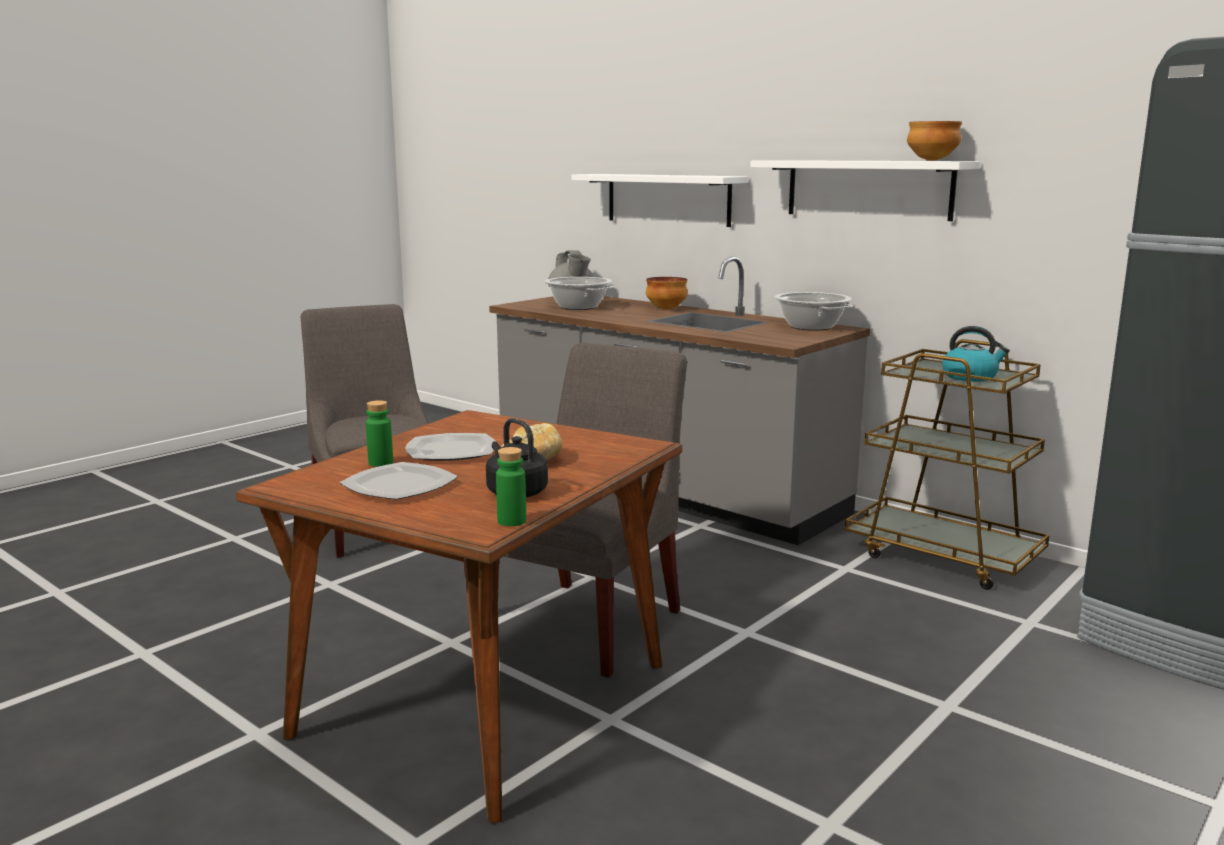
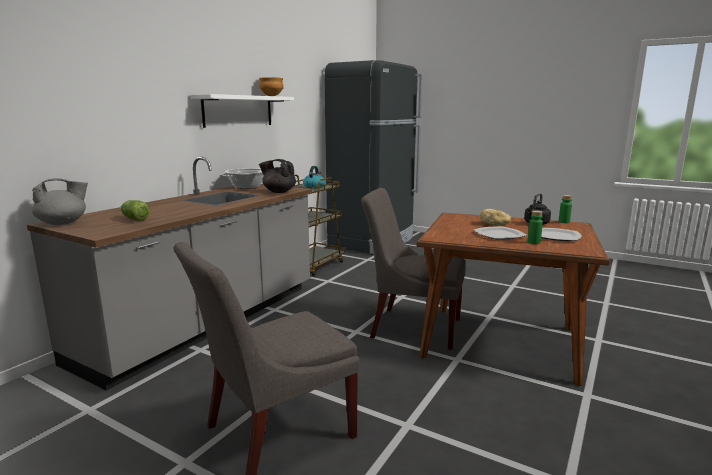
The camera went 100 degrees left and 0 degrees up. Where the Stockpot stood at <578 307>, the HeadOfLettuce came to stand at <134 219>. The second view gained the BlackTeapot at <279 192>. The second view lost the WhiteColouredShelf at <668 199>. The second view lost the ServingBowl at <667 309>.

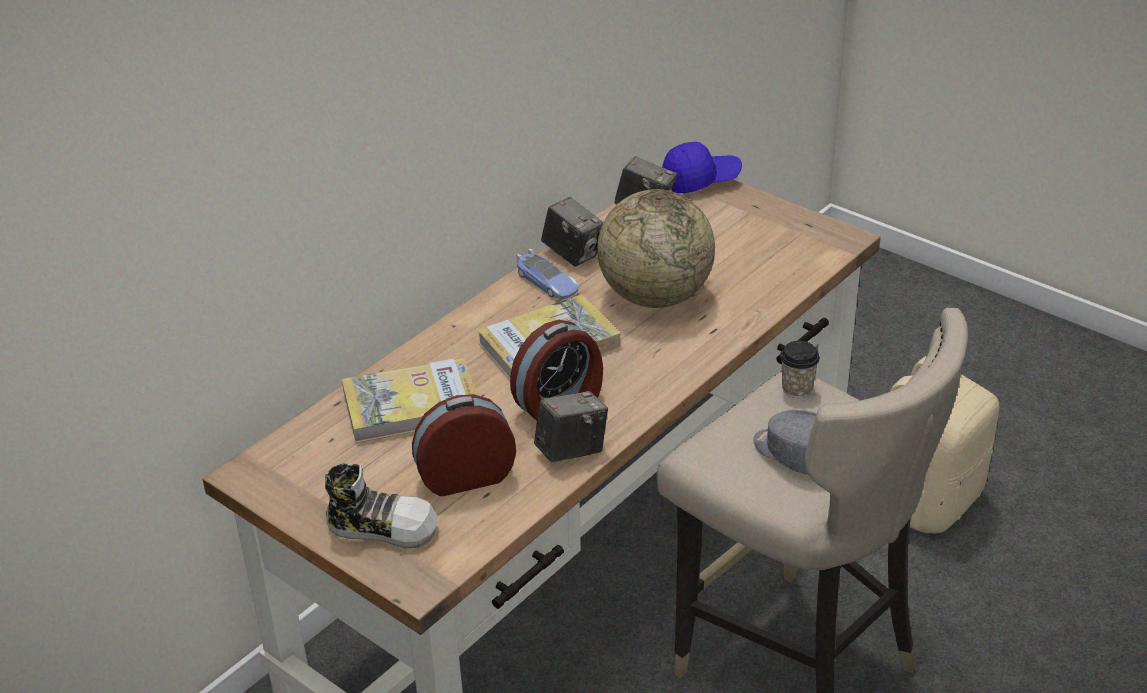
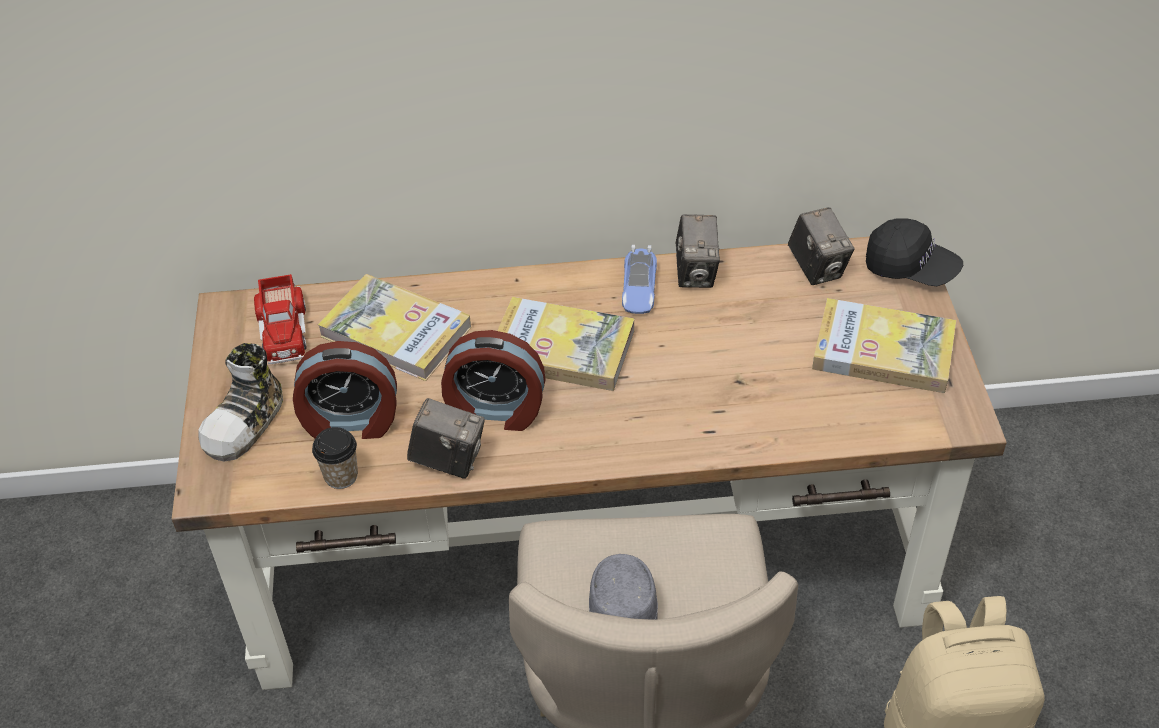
The camera went 45 degrees right and 10 degrees up. The Shoe at <382 527> ended up facing another way, 60 degrees clockwise from before. The second view gained the ToyLorry at <283 329>. The TableClock at <465 475> ended up facing another way, 150 degrees clockwise from before. The Cup ended up elsewhere, having gone from <797 389> to <341 476>. The second view gained the BoundBook at <883 350>. What was the BlueBaseballCap at <700 180> turned into the BlackBaseballCap at <910 268>. The second view lost the DeskGlobe at <655 296>.

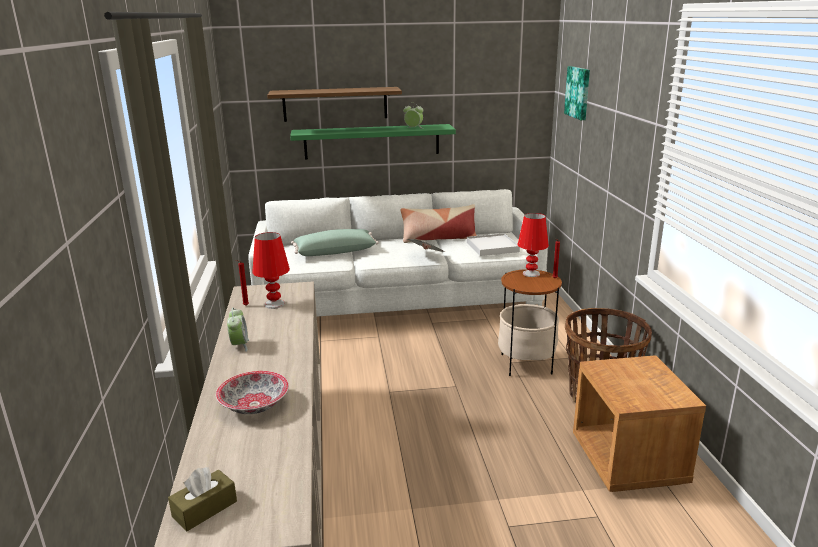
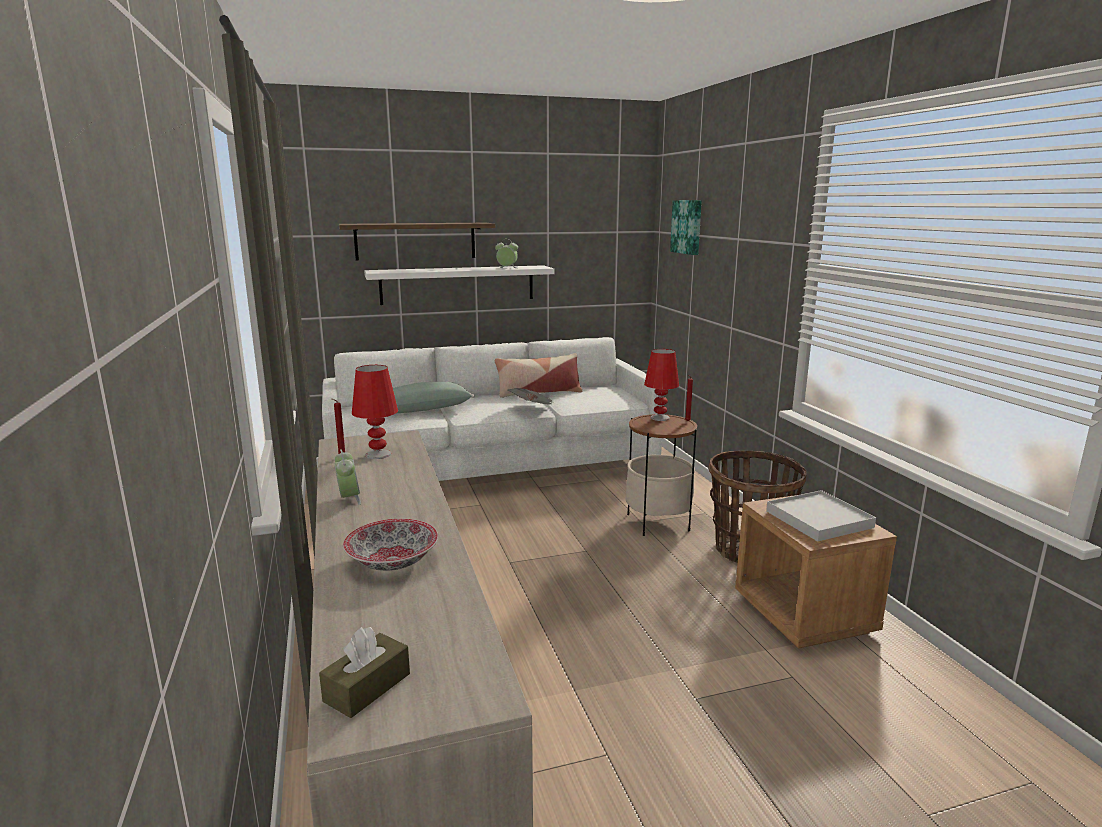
The camera went 10 degrees left and 5 degrees down. What was the GreenColouredShelf at <372 141> turned into the WhiteColouredShelf at <458 284>. The WhiteColouredCarryingTray ended up elsewhere, having gone from <492 247> to <818 519>.

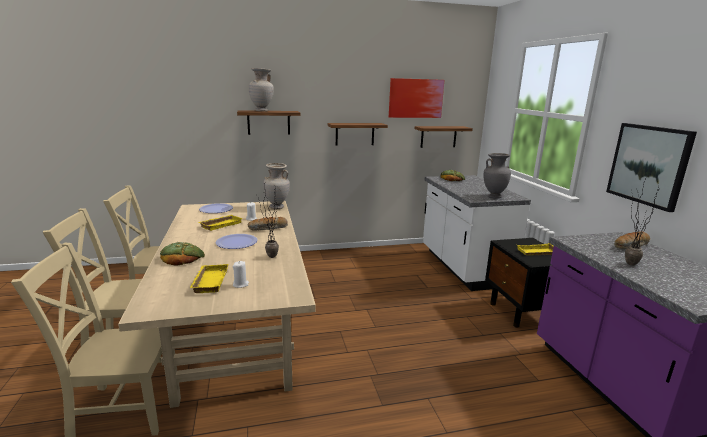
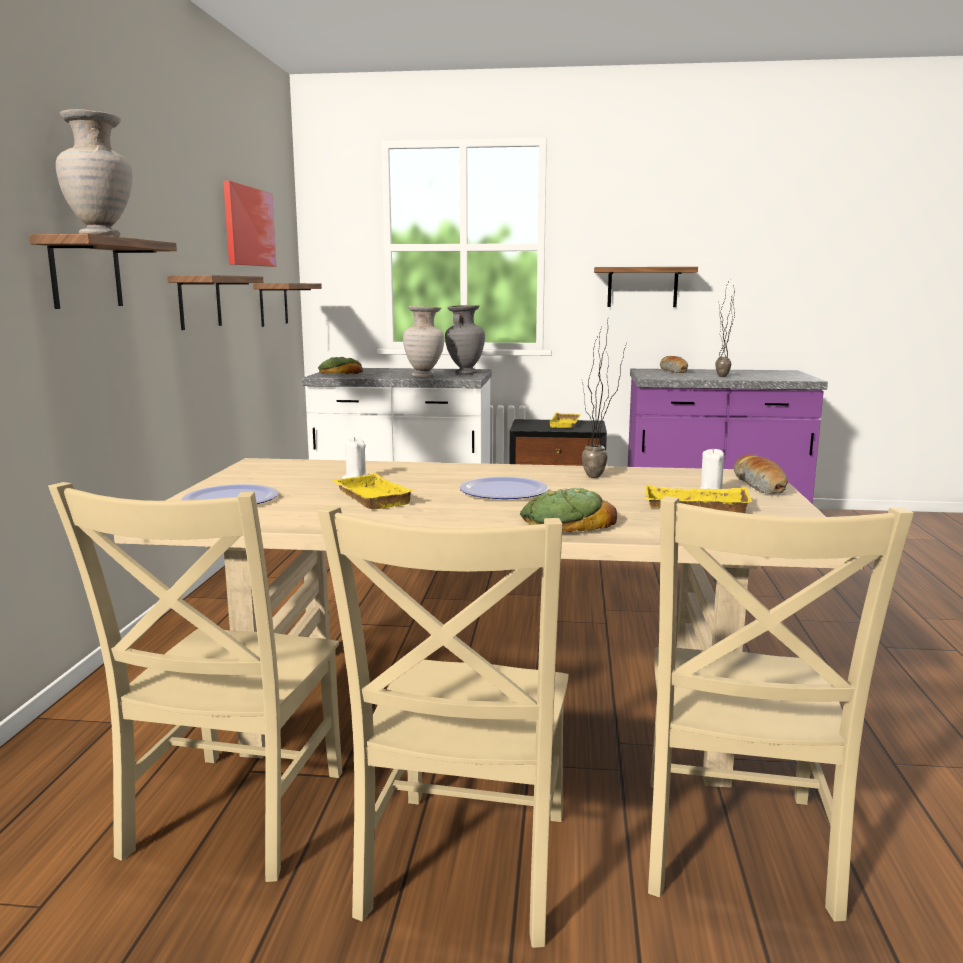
The camera went 70 degrees left and 5 degrees down. The BeigeVase ended up elsewhere, having gone from <276 207> to <424 376>. Where the WallPicture hung at <648 165>, the Shelf came to hang at <642 287>. The Bread ended up elsewhere, having gone from <268 228> to <760 486>.

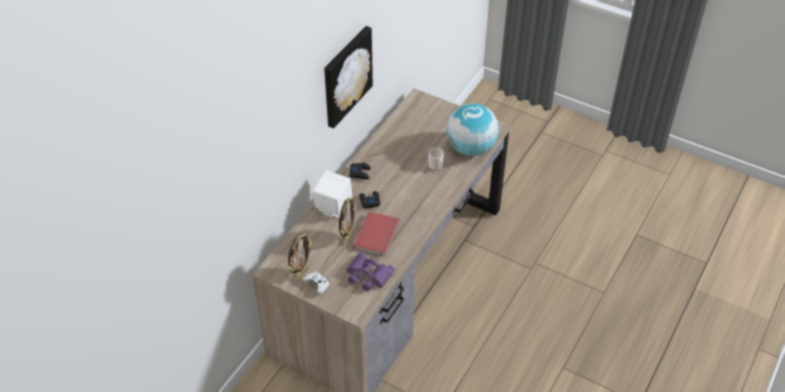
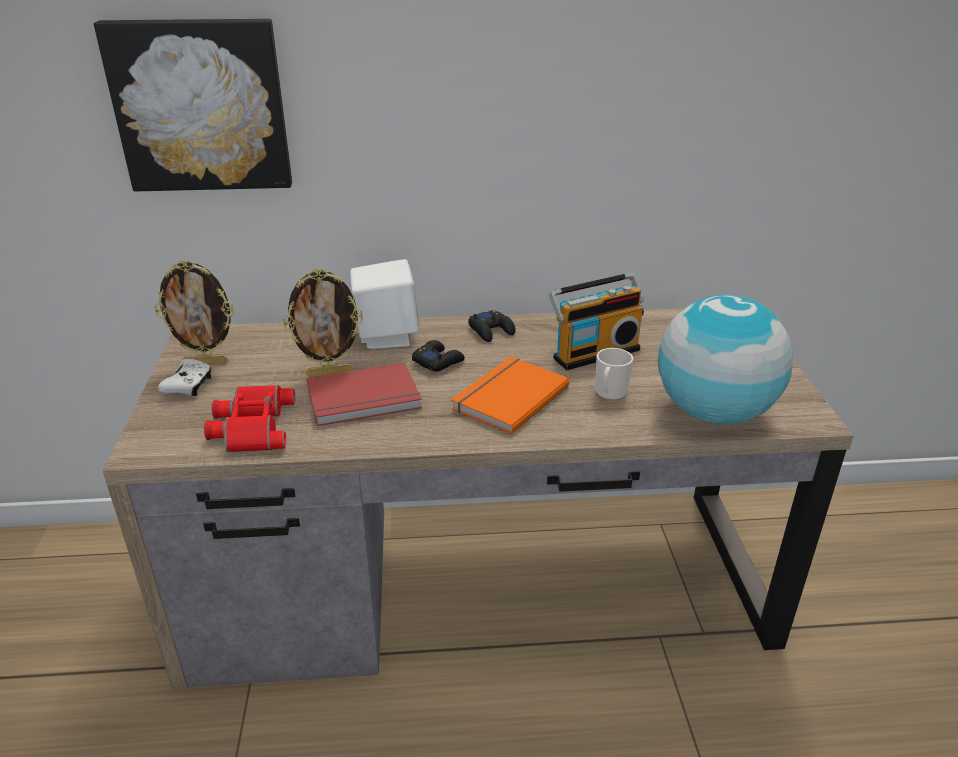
The camera went 55 degrees right and 15 degrees down. The WallPicture ended up elsewhere, having gone from <346 76> to <201 106>. What was the PurpleColouredBinoculars at <367 275> turned into the RedBinoculars at <251 426>. The second view gained the OrangeColouredBoundBook at <507 397>. The second view gained the RadioReceiver at <594 352>.

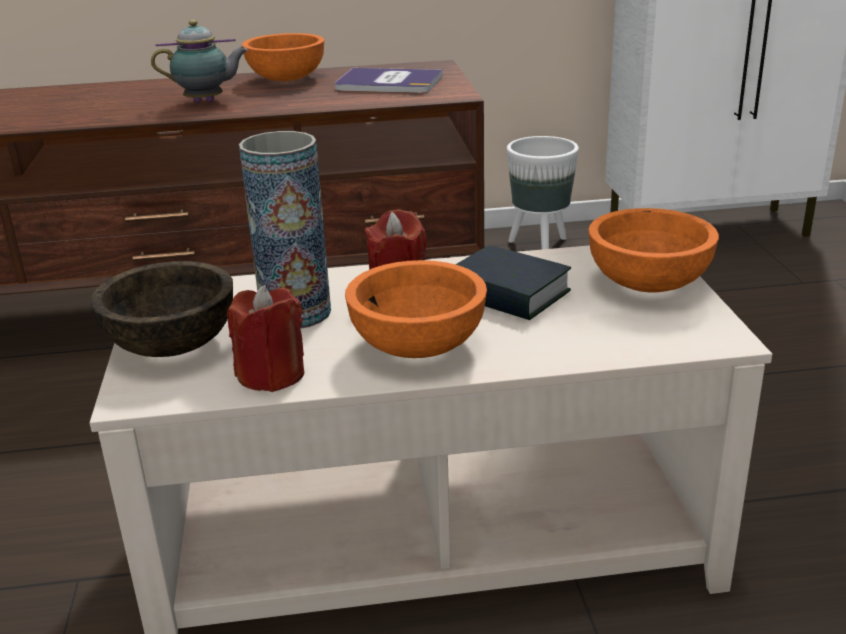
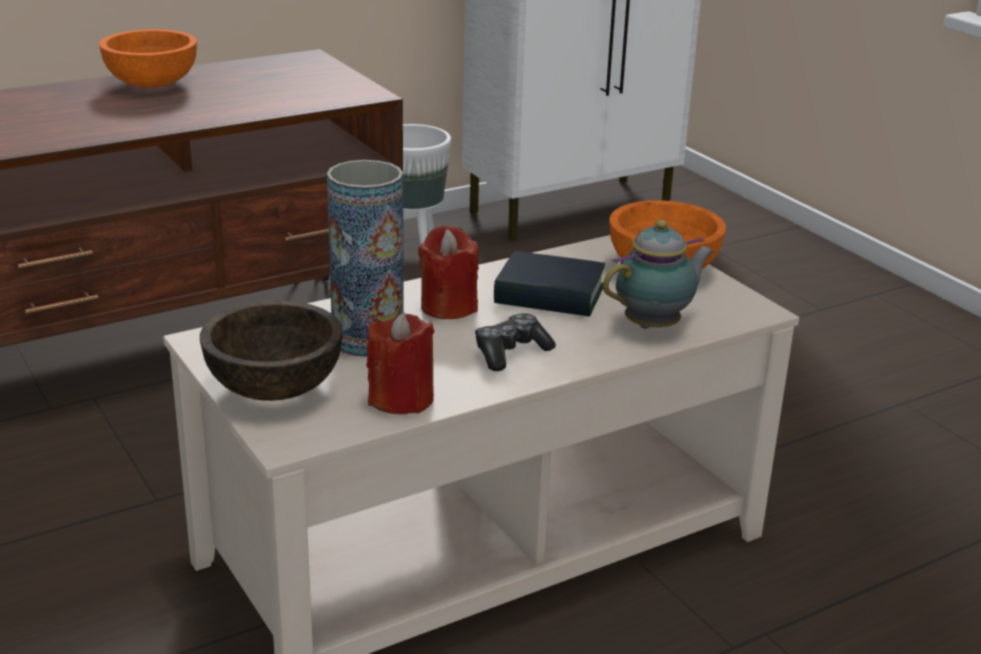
The camera went 25 degrees left and 0 degrees up. Where the OrangeColouredServingBowl stood at <417 345>, the Joypad came to stand at <510 352>. The Teapot ended up elsewhere, having gone from <207 102> to <655 325>. The second view lost the BoundBook at <388 83>.

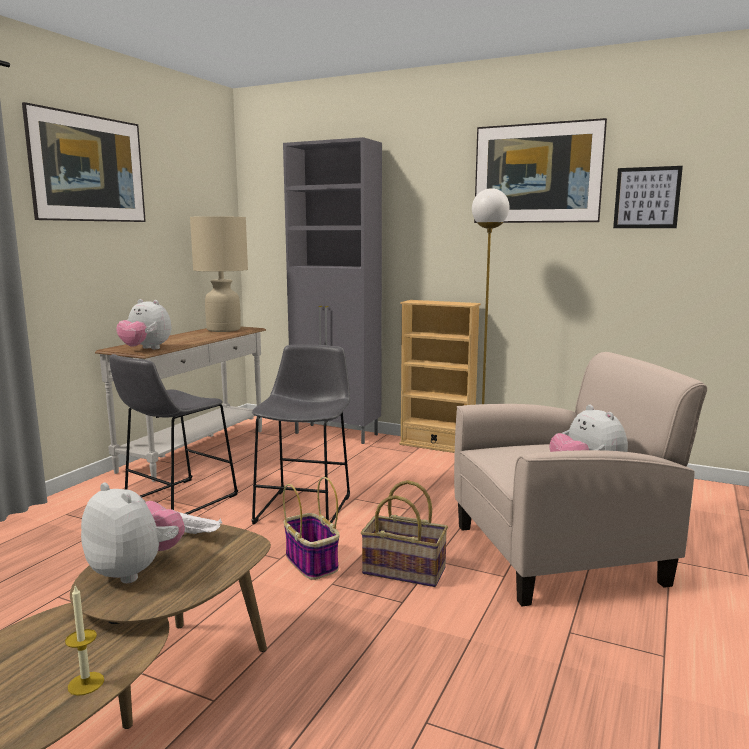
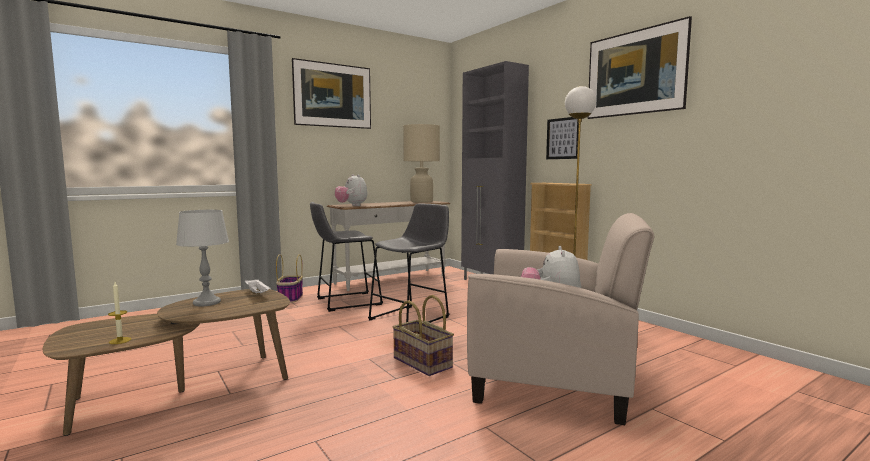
The camera went 30 degrees right and 5 degrees down. Where the PlushToy stood at <135 570>, the GrayTableLamp came to stand at <206 302>. The StorageBasket ended up elsewhere, having gone from <312 563> to <290 298>. The WallPicture ended up elsewhere, having gone from <647 198> to <563 138>.

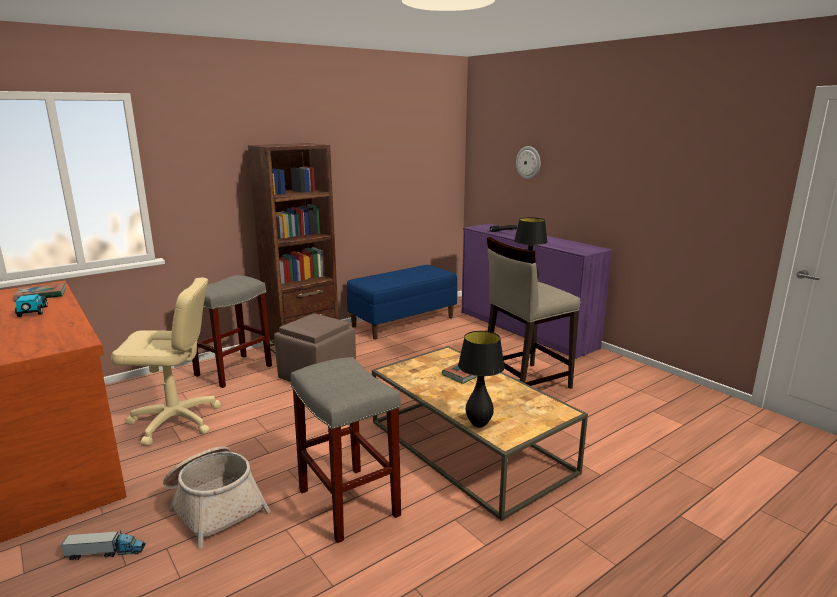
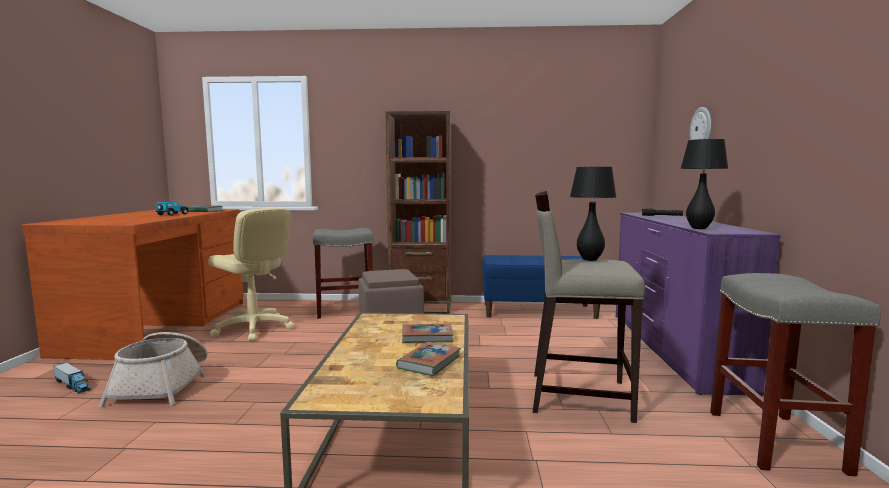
The camera went 40 degrees right and 10 degrees down. The second view gained the BoundBook at <429 362>. The BlackTableLamp ended up elsewhere, having gone from <478 424> to <698 228>. The GrayStoolSeat ended up elsewhere, having gone from <350 503> to <776 442>.

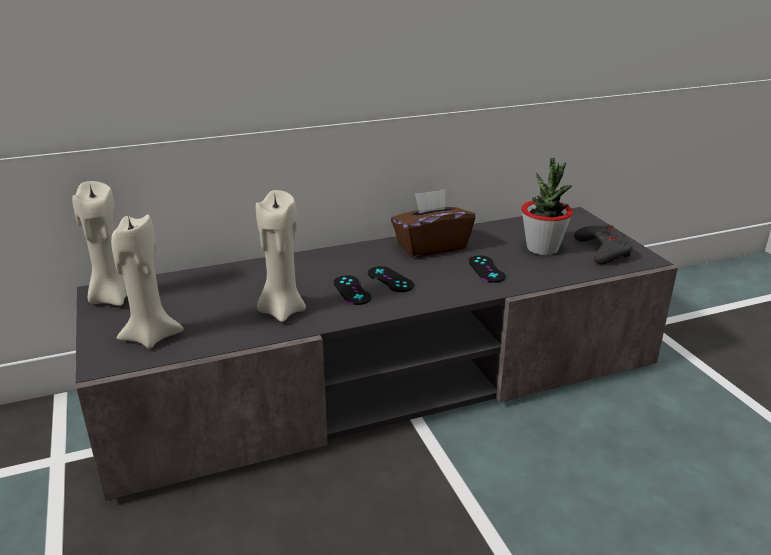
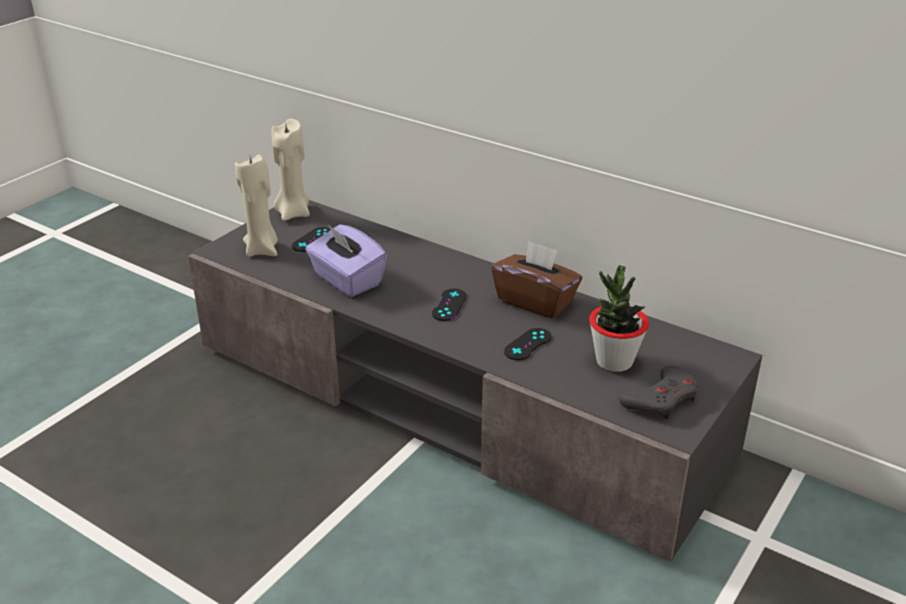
The camera went 55 degrees right and 5 degrees up. The BlackJoypad ended up elsewhere, having gone from <352 290> to <312 240>. Where the BeigeWaxCandle stood at <282 310>, the PurpleColouredBoxOfTissues came to stand at <346 280>.

